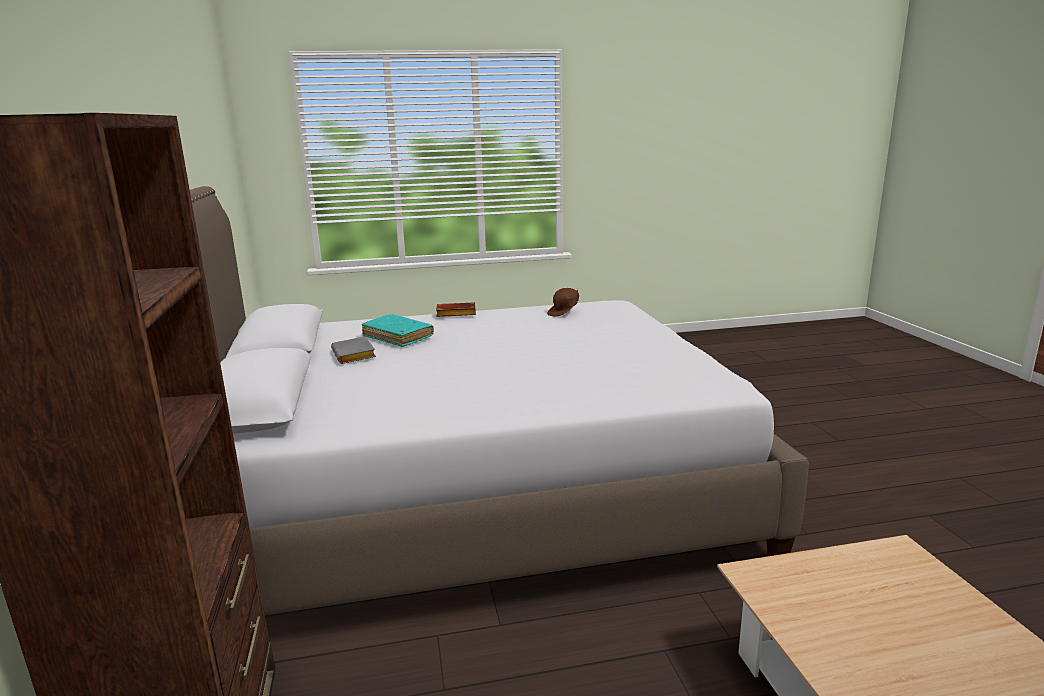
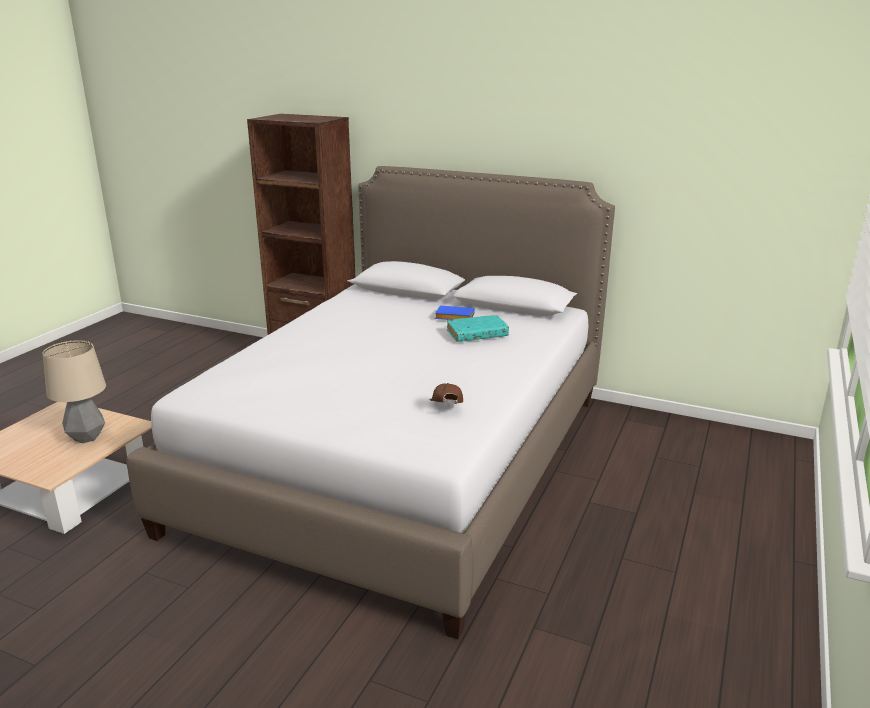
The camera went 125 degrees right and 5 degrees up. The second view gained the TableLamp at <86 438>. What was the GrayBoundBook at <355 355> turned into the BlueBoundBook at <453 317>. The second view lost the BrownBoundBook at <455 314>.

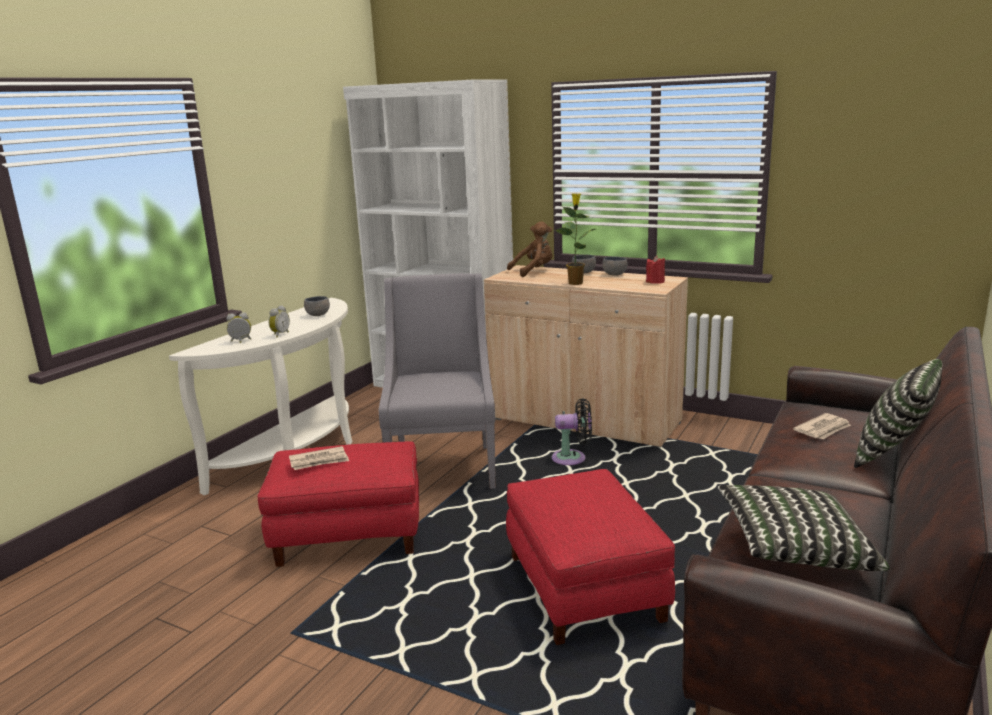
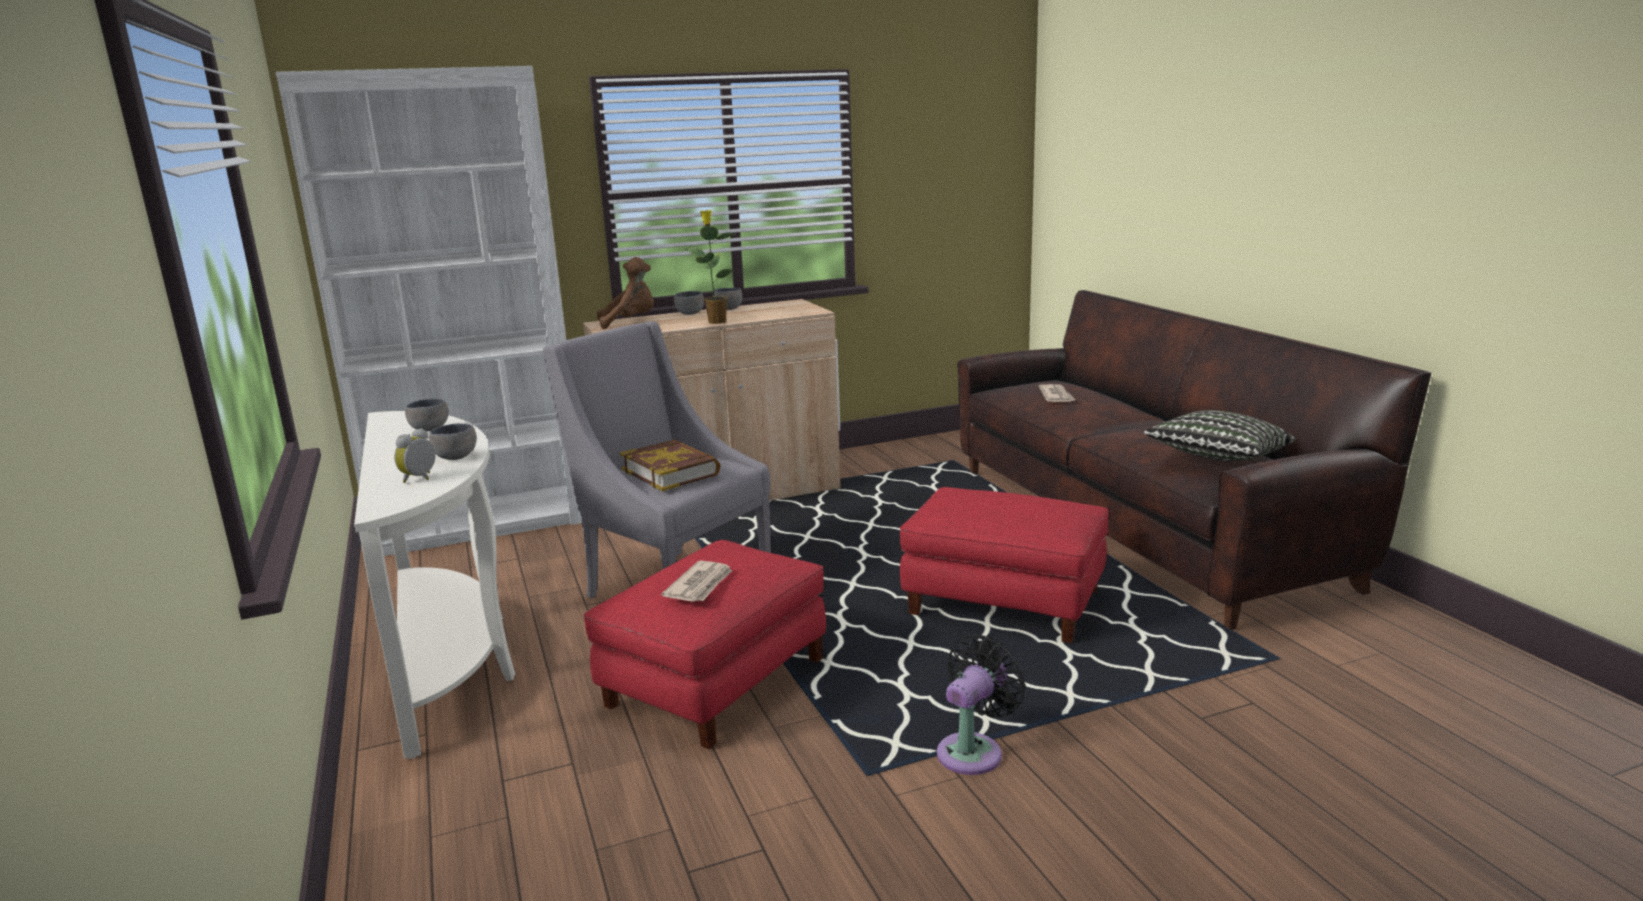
The camera went 50 degrees left and 0 degrees up. Where the TableClock stood at <279 334>, the GrayServingBowl came to stand at <454 457>. The BrownPlushToy at <534 271> ended up facing another way, 60 degrees clockwise from before. The second view gained the BoundBook at <671 472>. The BlackElectricFan ended up elsewhere, having gone from <572 458> to <973 751>. The second view lost the RedWaxCandle at <655 282>. The second view lost the Pillow at <894 454>.

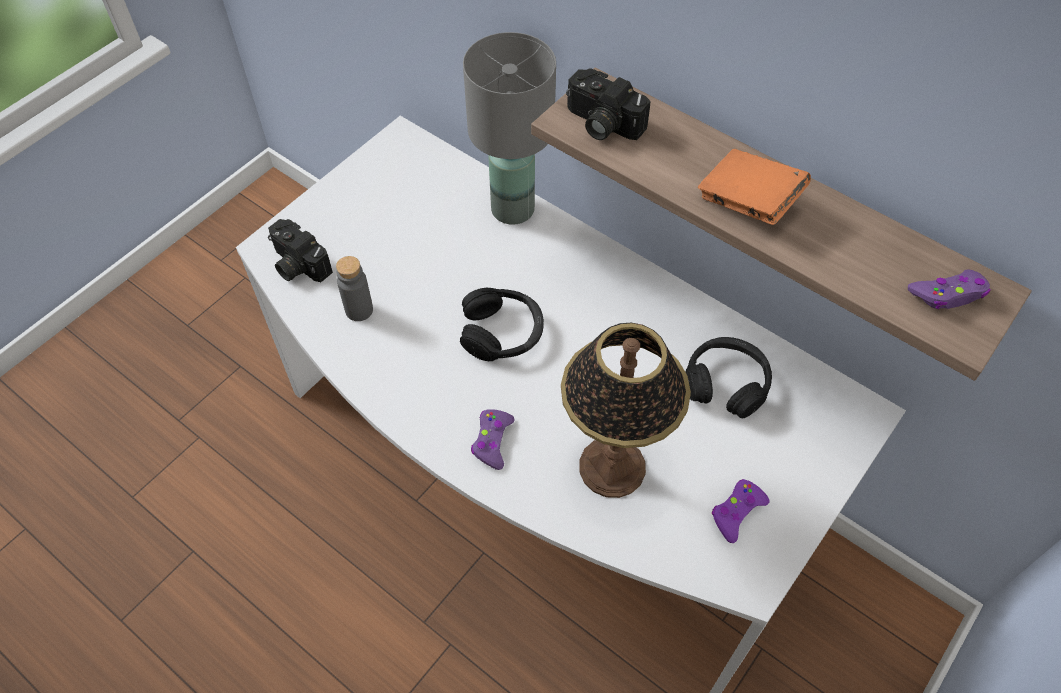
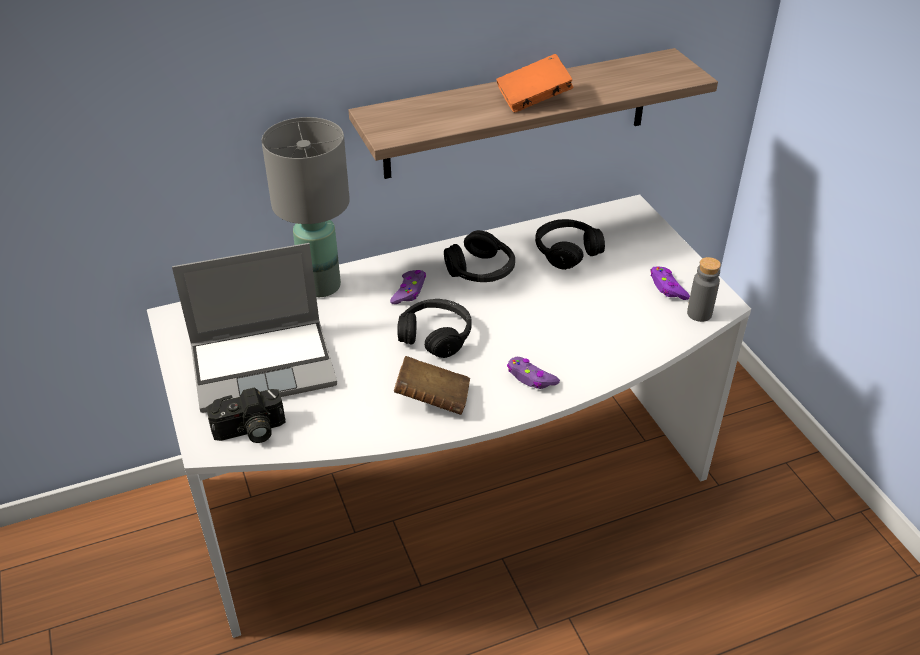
The camera went 60 degrees left and 15 degrees down. The second view gained the PortableComputer at <265 365>. The PurpleColouredJoypad ended up elsewhere, having gone from <948 295> to <409 291>. The second view gained the BrownBoundBook at <432 399>. The second view gained the BlackPairOfHeadphones at <481 270>. The GrayBeverageBottle ended up elsewhere, having gone from <359 310> to <699 314>. The second view lost the TableLamp at <612 466>. The second view lost the StillCamera at <601 124>.

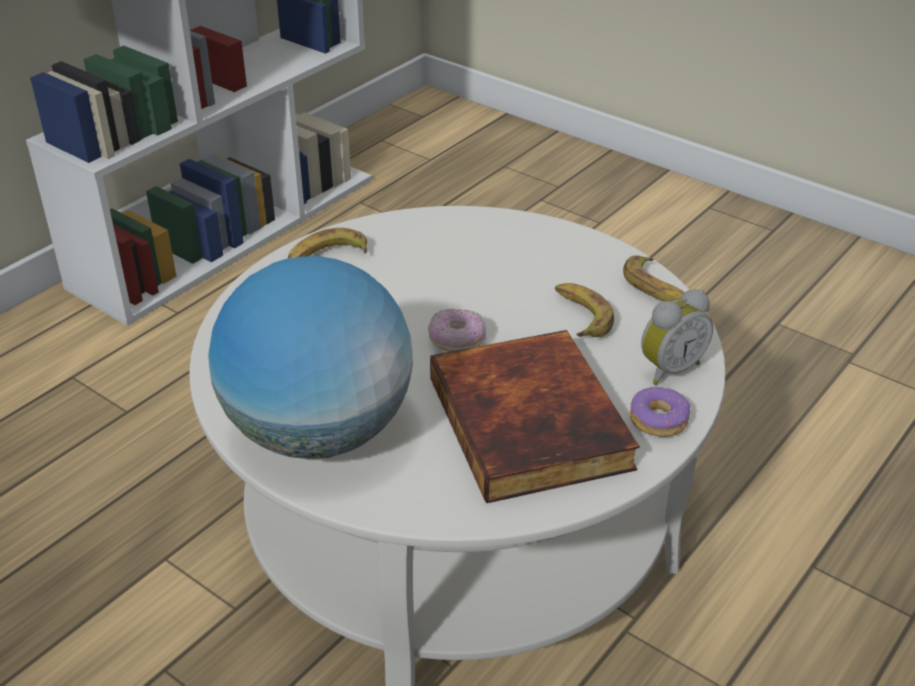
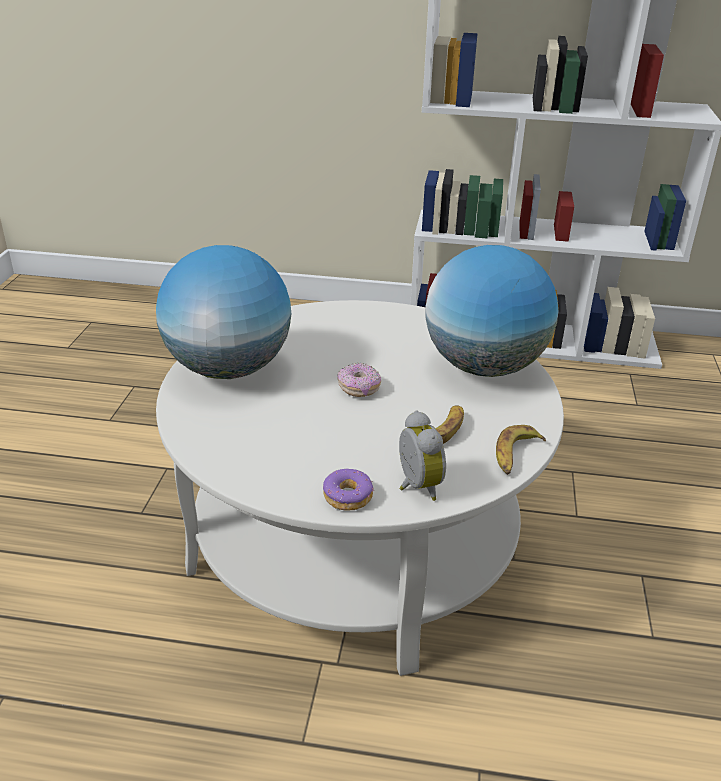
The camera went 60 degrees right and 5 degrees down. The TableClock at <669 368> ended up facing another way, 135 degrees counterclockwise from before. The second view gained the DeskGlobe at <484 367>. The second view lost the WholeBanana at <327 256>. The second view lost the BoundBook at <533 422>.

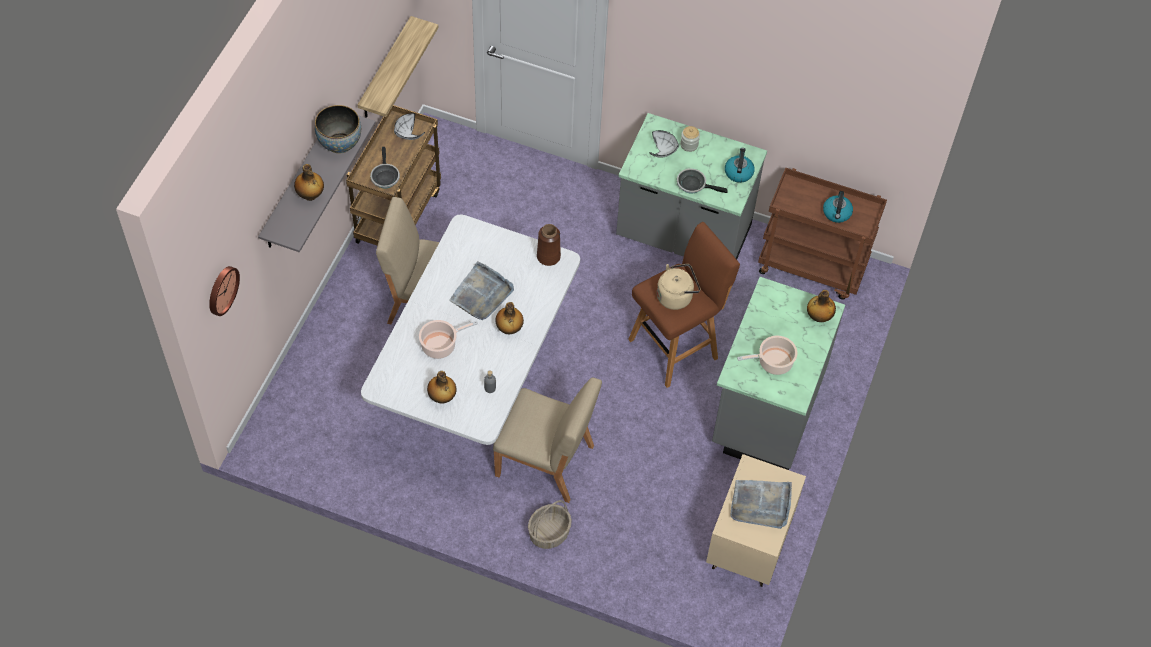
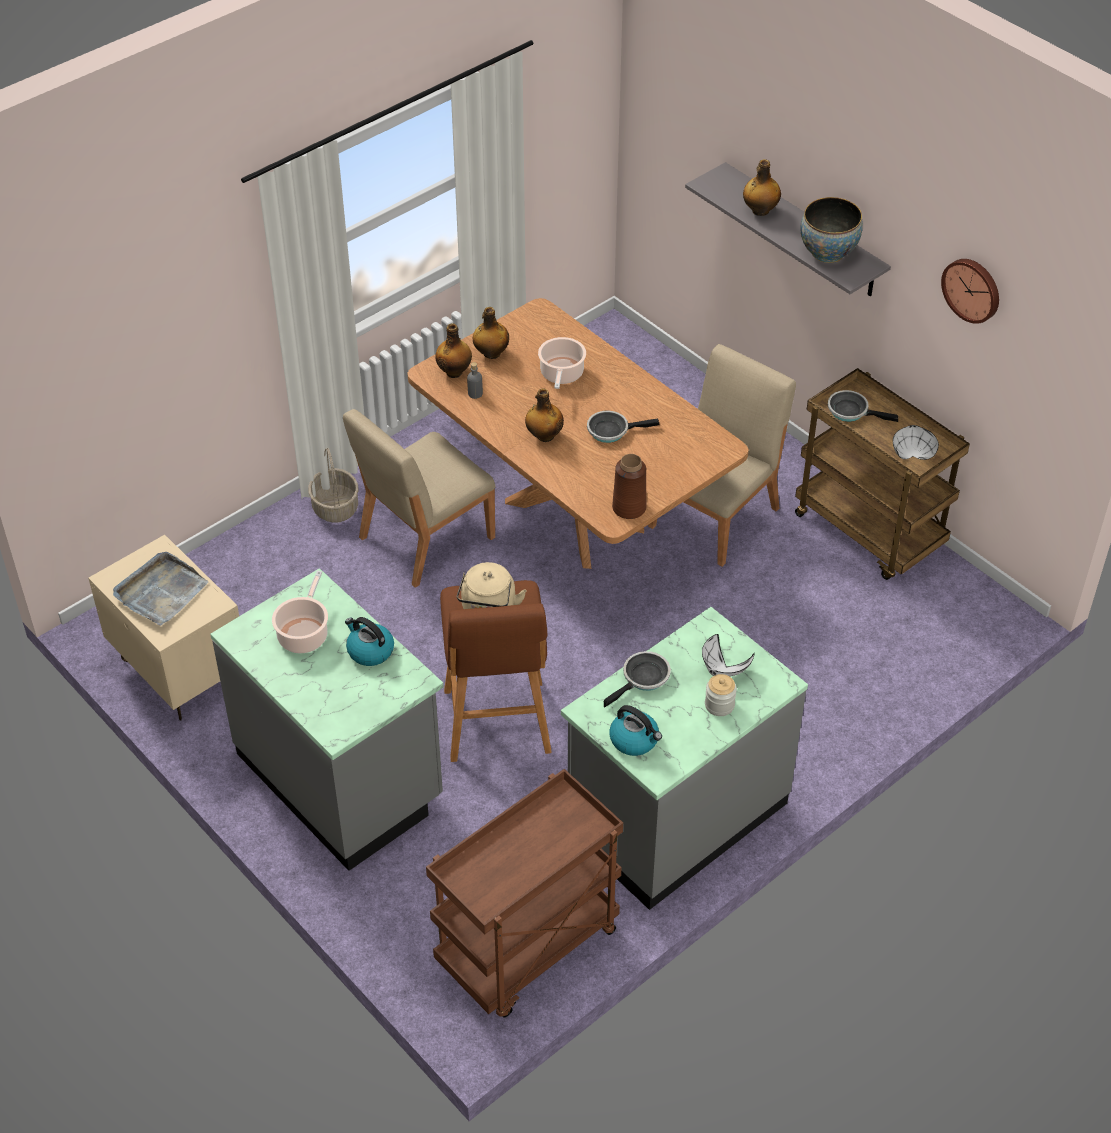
The camera went 120 degrees right and 10 degrees down. The WaterKettle ended up elsewhere, having gone from <837 213> to <369 651>. What was the WhiteColouredDiningTable at <475 382> turned into the BrownDiningTable at <574 516>. The BeverageBottle ended up elsewhere, having gone from <818 317> to <454 372>. Where the GrayCarryingTray stood at <482 294>, the FryingPan came to stand at <611 430>. The HangingClock ended up elsewhere, having gone from <221 290> to <972 289>. The second view lost the Shelf at <385 70>.

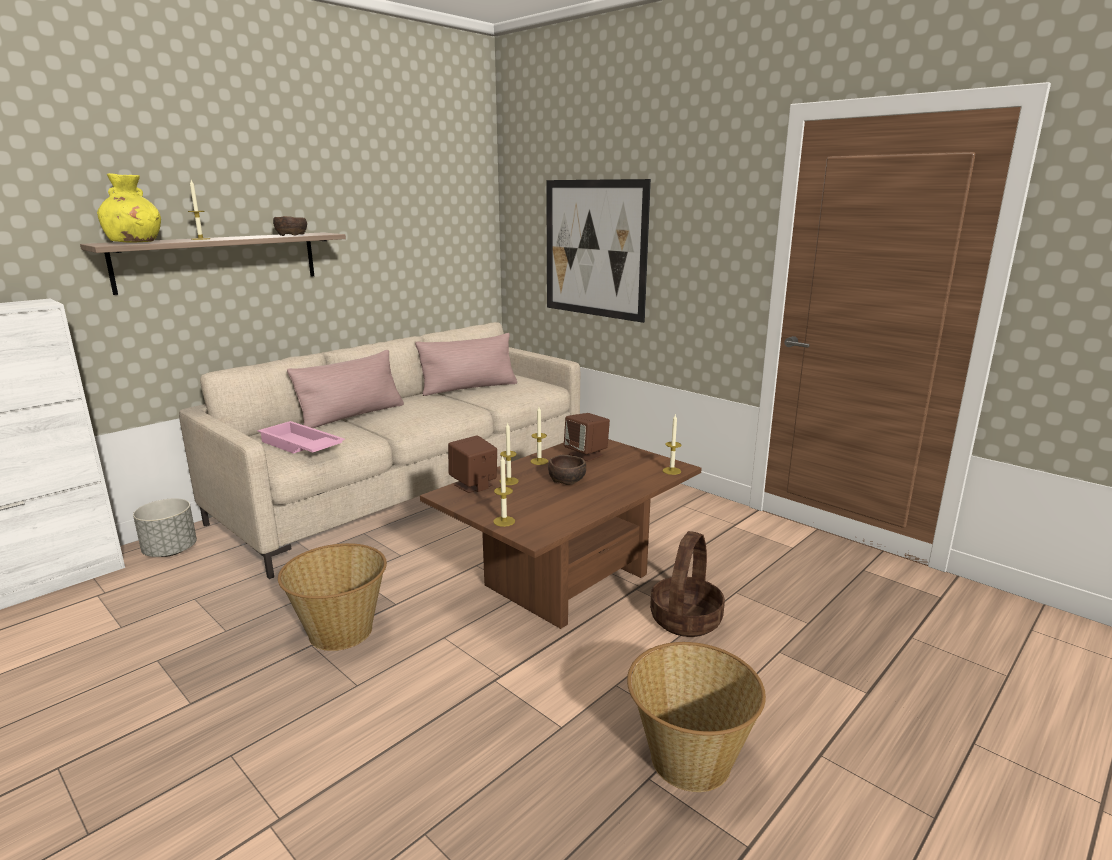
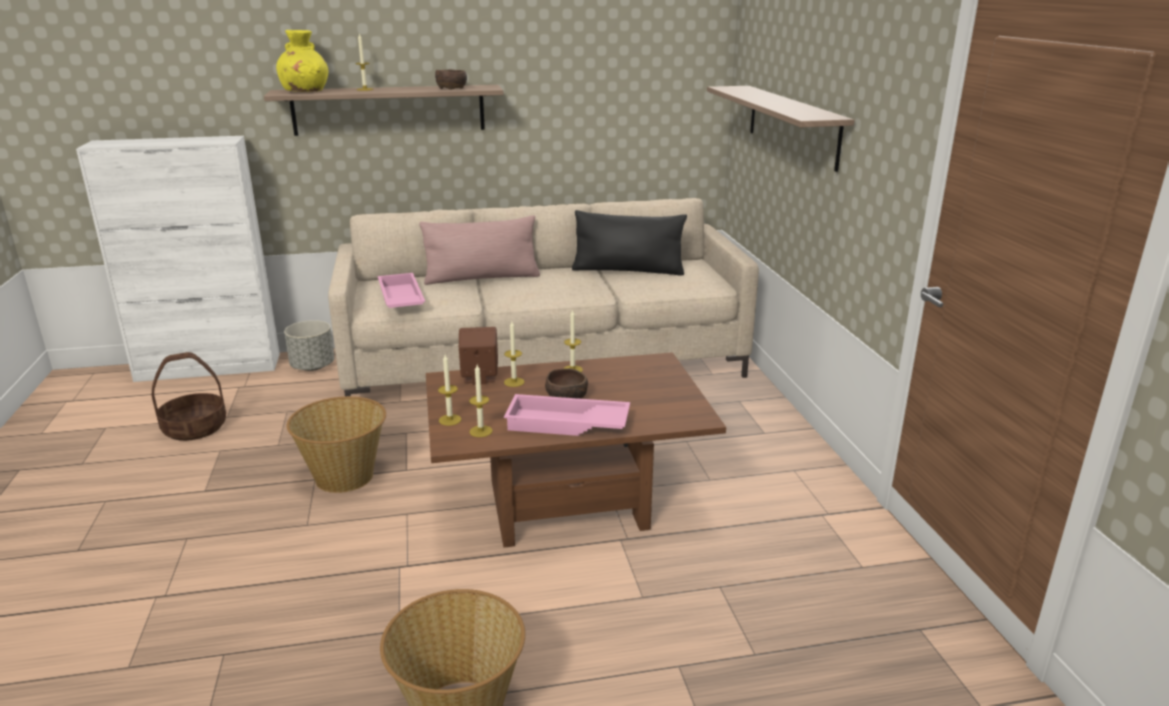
The camera went 35 degrees right and 5 degrees up. The StorageBasket ended up elsewhere, having gone from <686 619> to <194 428>. The WaxCandle ended up elsewhere, having gone from <671 471> to <481 431>. The second view gained the PinkCarryingTray at <566 424>. What was the PinkPillow at <469 388> turned into the BlackPillow at <628 270>. Where the WallPicture hung at <594 249>, the Shelf came to hang at <792 125>. The second view lost the BrownLoudspeaker at <586 455>.

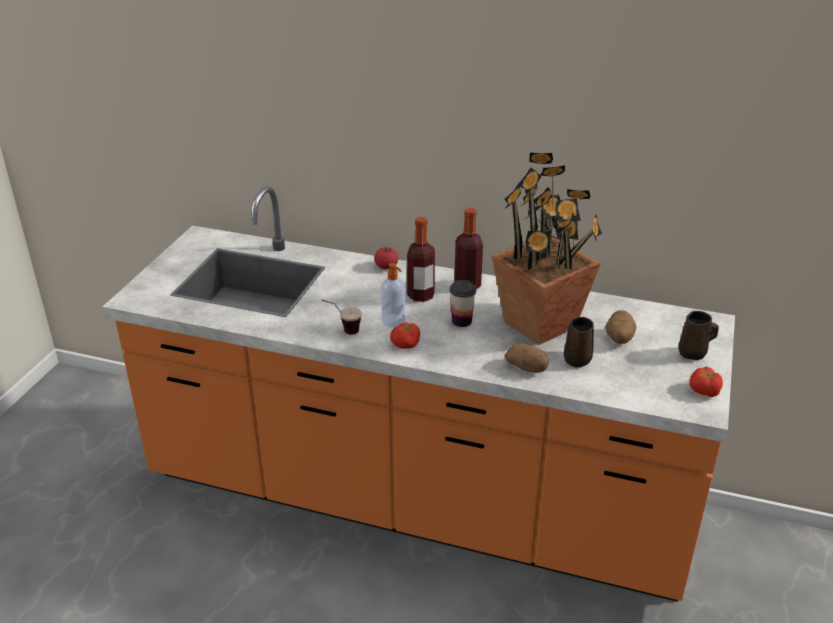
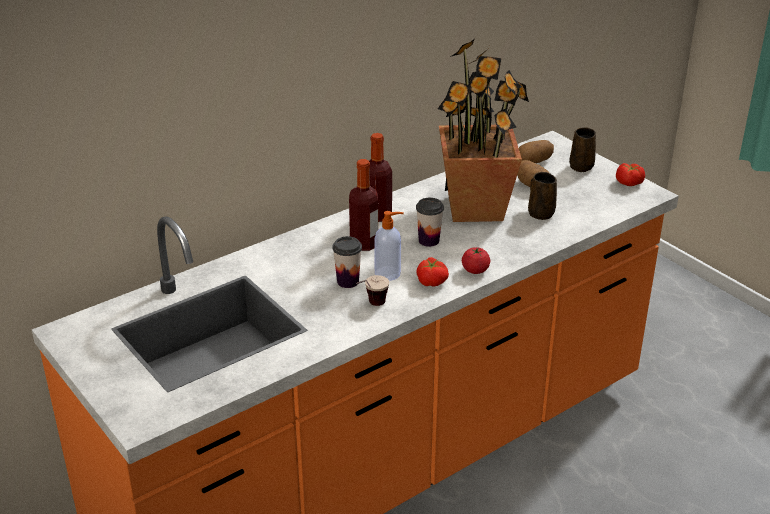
The camera went 55 degrees left and 0 degrees up. The second view gained the Cup at <348 281>. The WholeTomato ended up elsewhere, having gone from <386 266> to <475 270>. The Potato ended up elsewhere, having gone from <527 368> to <534 161>.

